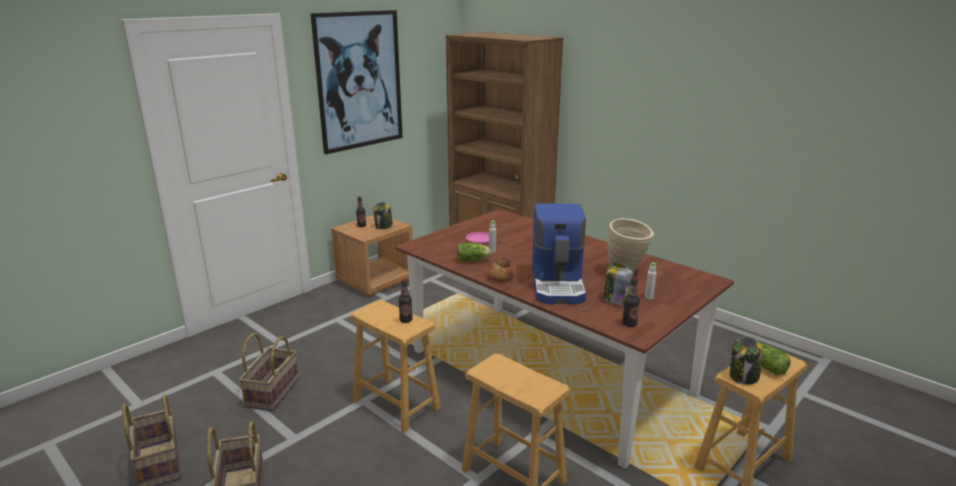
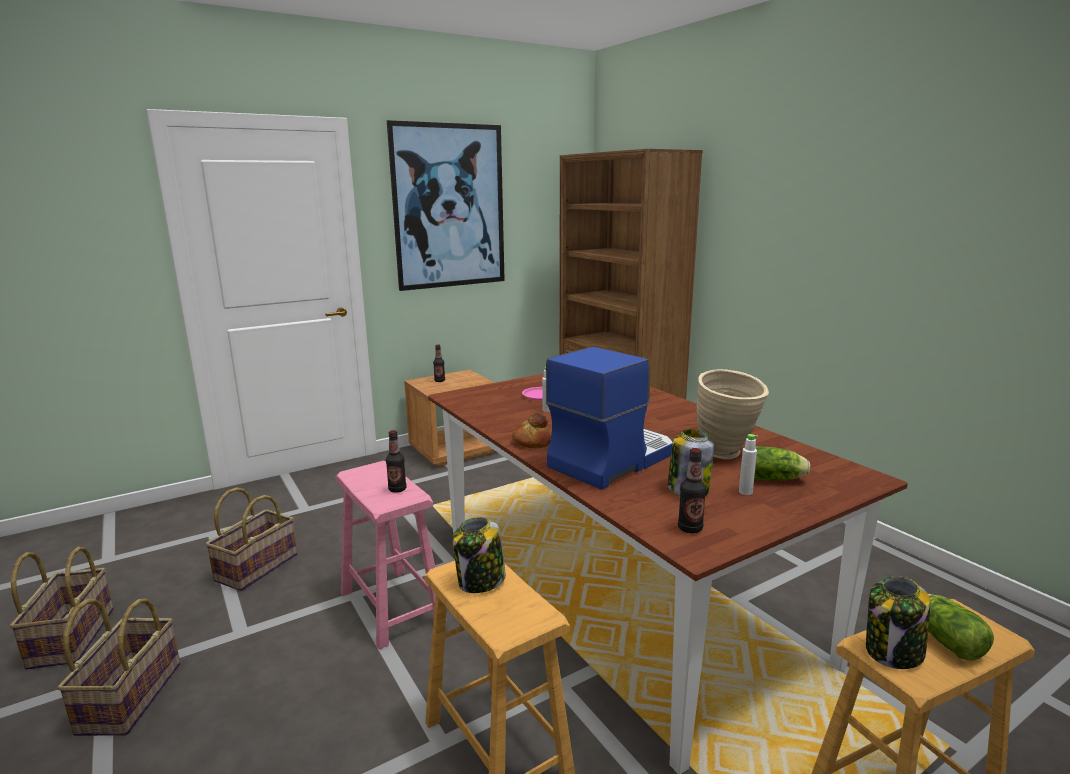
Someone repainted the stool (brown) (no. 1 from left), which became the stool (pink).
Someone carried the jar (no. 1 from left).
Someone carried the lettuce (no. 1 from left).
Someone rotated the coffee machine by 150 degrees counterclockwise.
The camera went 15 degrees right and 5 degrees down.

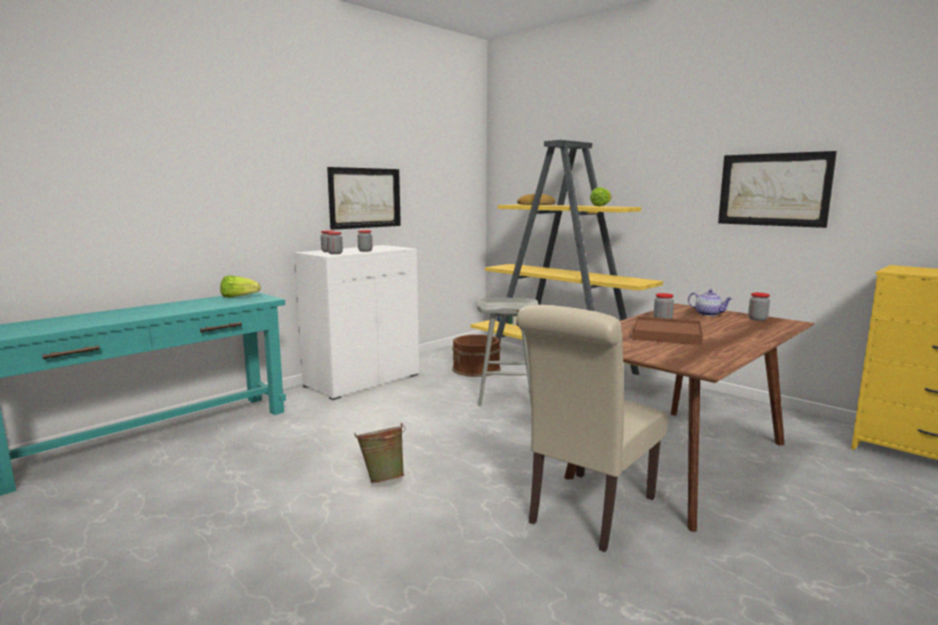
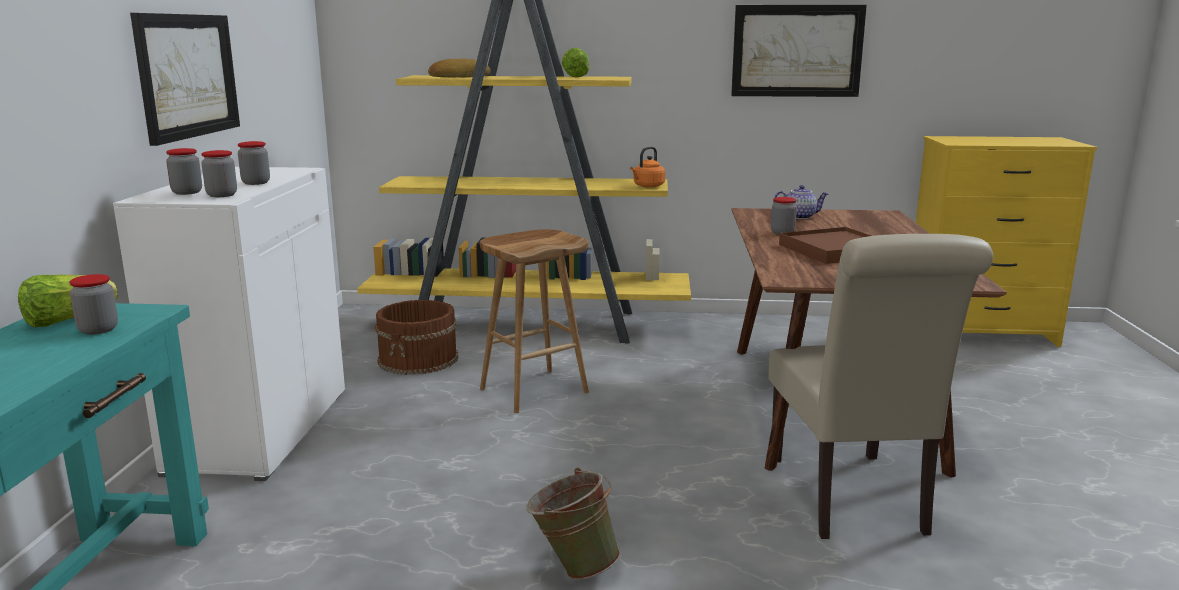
Someone repainted the stool (grey), which became the stool (brown).
Someone carried the jar (no. 5 from left in the first image).
Someone put down the kettle (orange).
The camera went 40 degrees left and 5 degrees up.

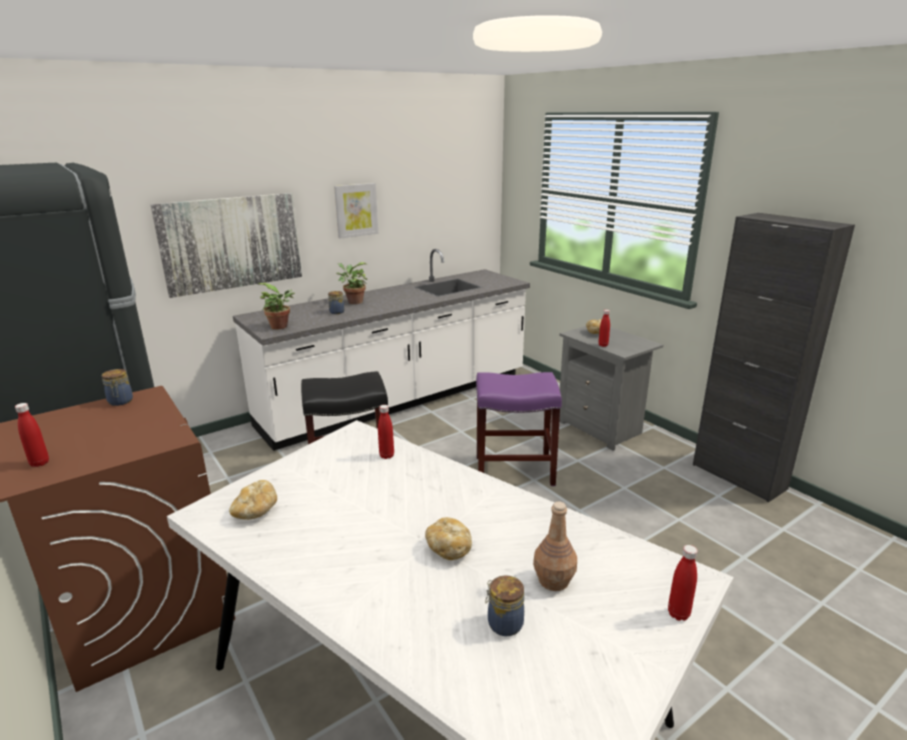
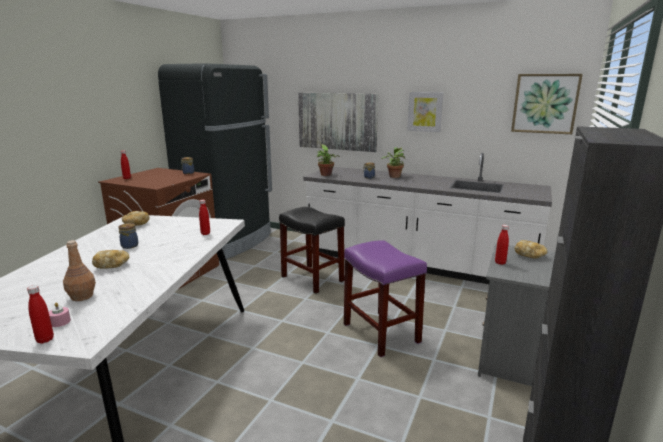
Someone carried the jar (no. 3 from left in the first image).
Someone put down the candle (pink).
Someone put up the picture (no. 3 from left).
The camera went 60 degrees right and 5 degrees down.

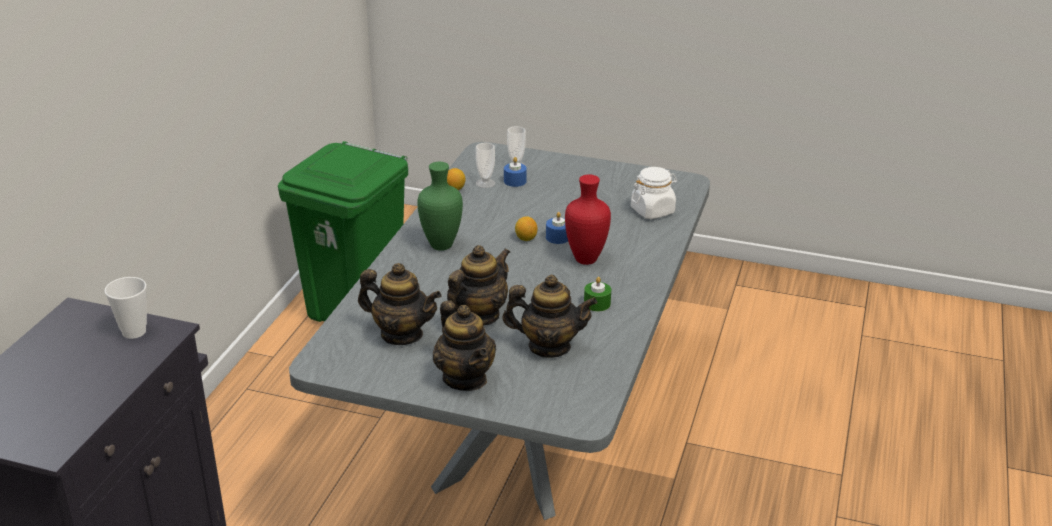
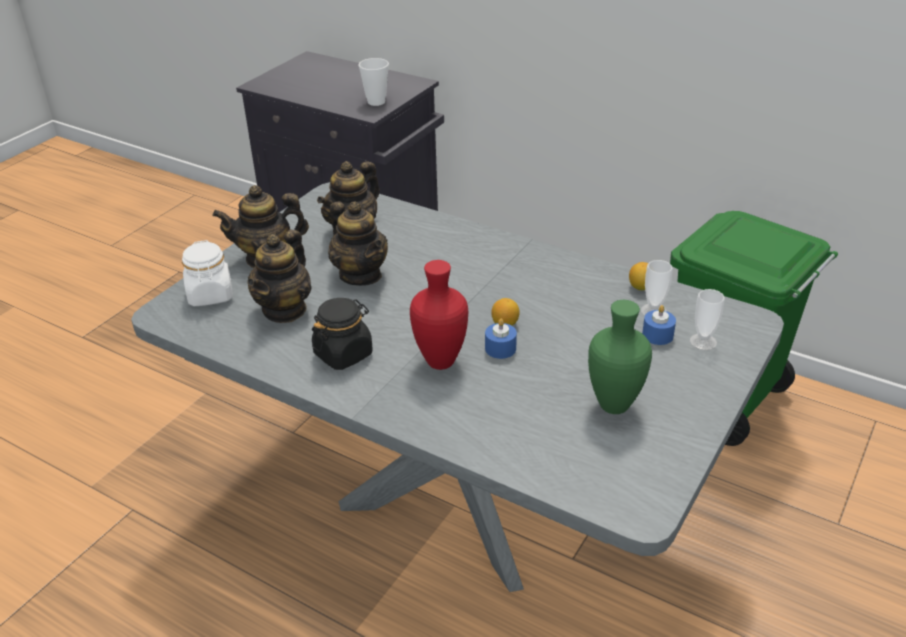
Someone carried the vase (green).
Someone swapped the candle (green) for the jar (black).
Someone carried the jar (white).
The camera went 105 degrees right and 5 degrees up.

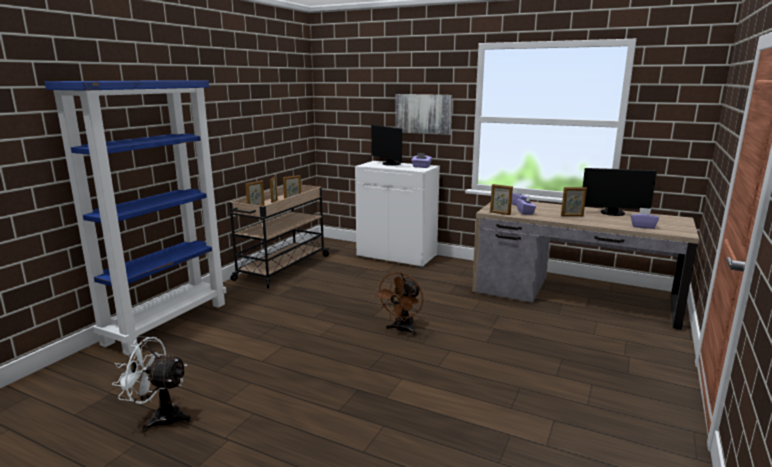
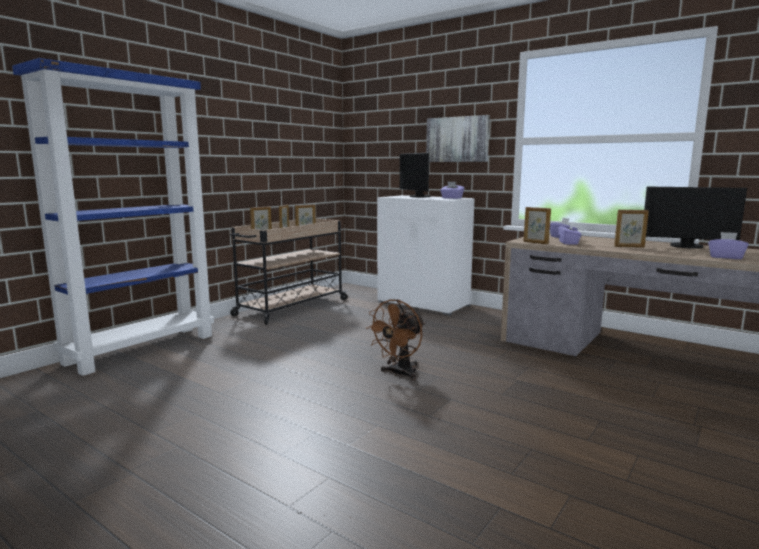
Someone took away the fan (white).
The camera went 10 degrees right and 5 degrees down.

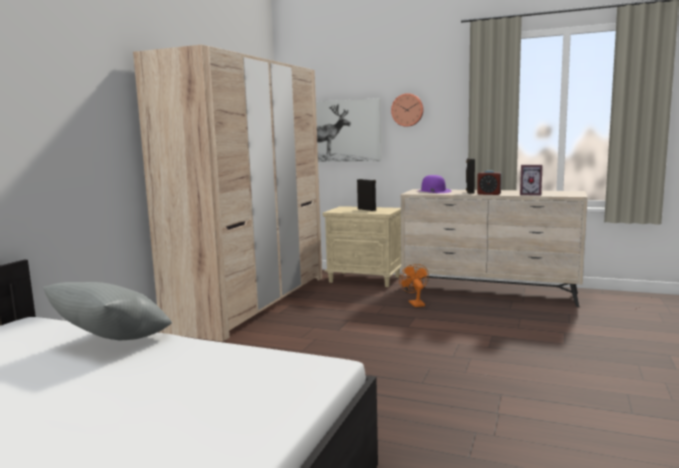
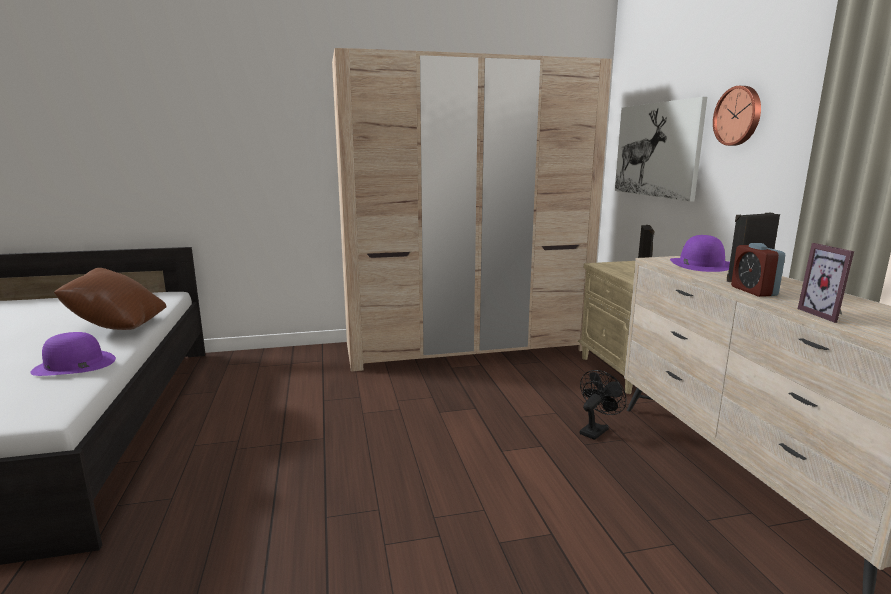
Someone repainted the pillow (grey), which became the pillow (brown).
Someone repainted the fan (orange), which became the fan (black).
Someone put down the hat (purple) (no. 1 from left).
The camera went 55 degrees right and 5 degrees up.

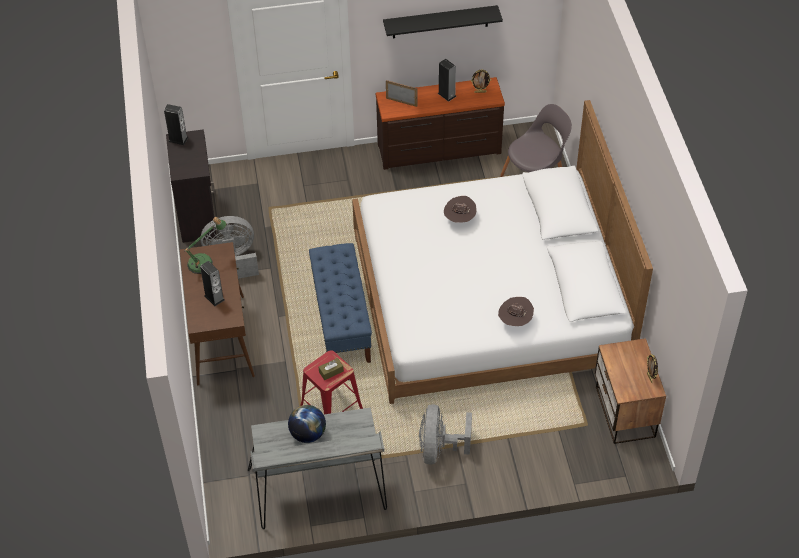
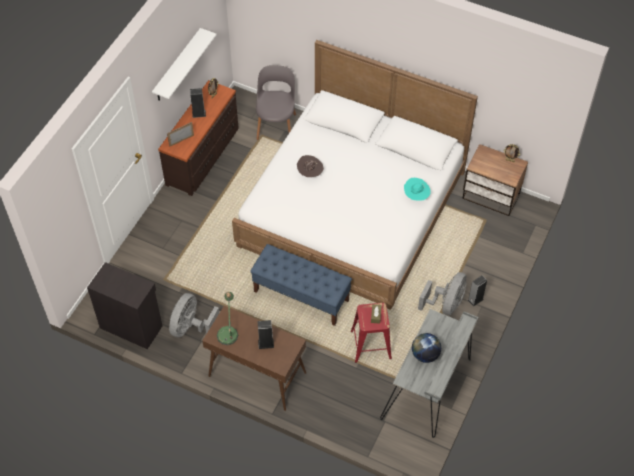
Someone carried the speaker (no. 1 from left in the first image).
Someone repainted the shelf (black), which became the shelf (white).
Someone rotated the fan (grey) (no. 2 from left) by 105 degrees counterclockwise.
Someone repainted the hat (brown) (no. 2 from left), which became the hat (turquoise).
The camera went 55 degrees left and 5 degrees up.

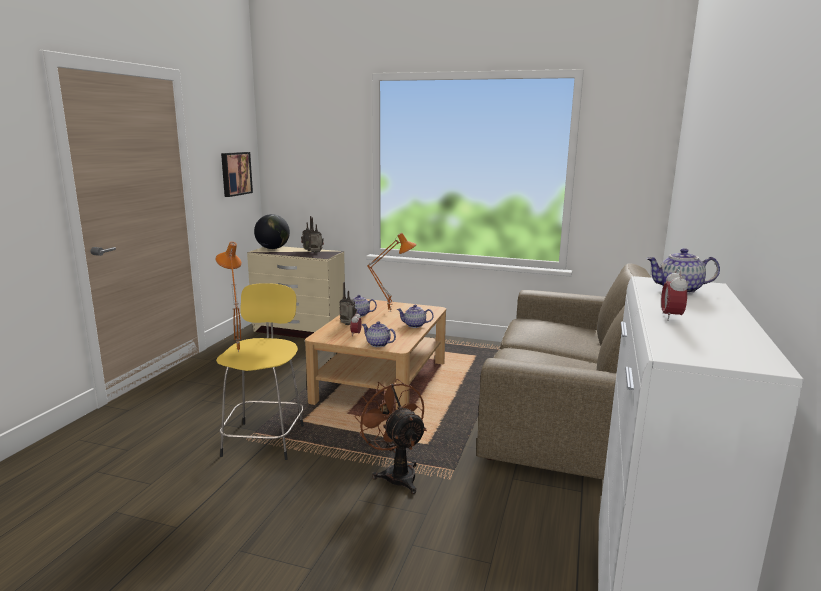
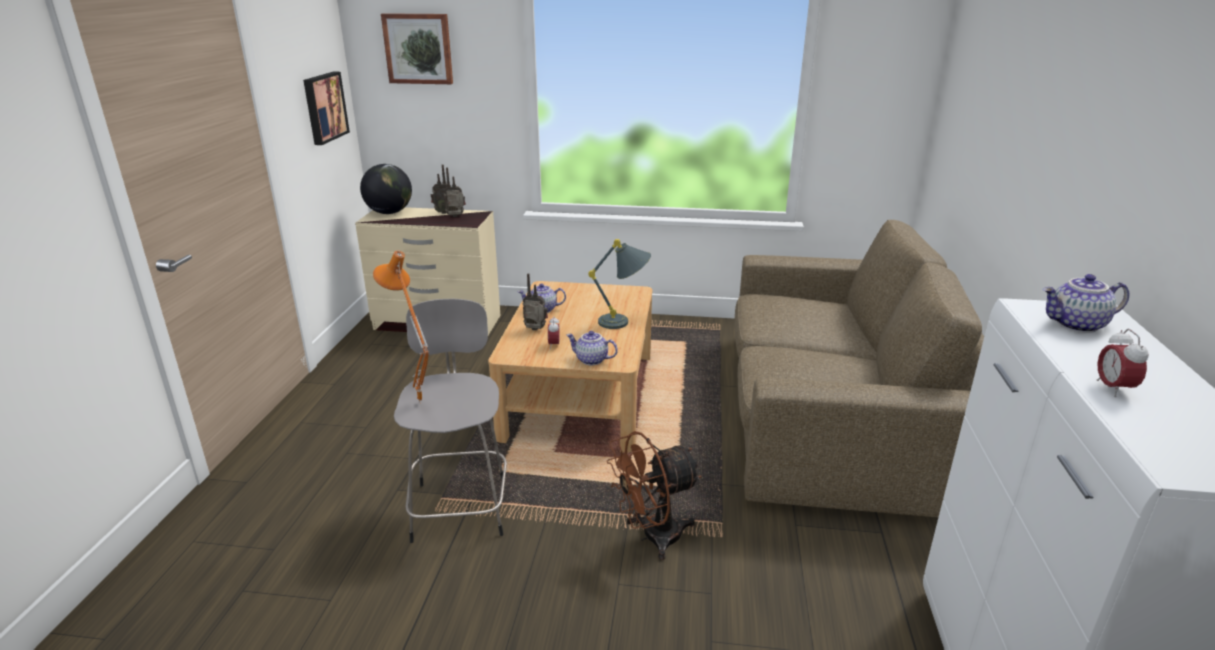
Someone repainted the stool (yellow), which became the stool (grey).
Someone rotated the fan (brown) by 75 degrees counterclockwise.
Someone took away the table lamp (orange) (no. 2 from left).
Someone swapped the teapot (no. 3 from left) for the table lamp (grey).
Someone put up the picture (no. 2 from left).
The camera went 10 degrees left and 10 degrees up.

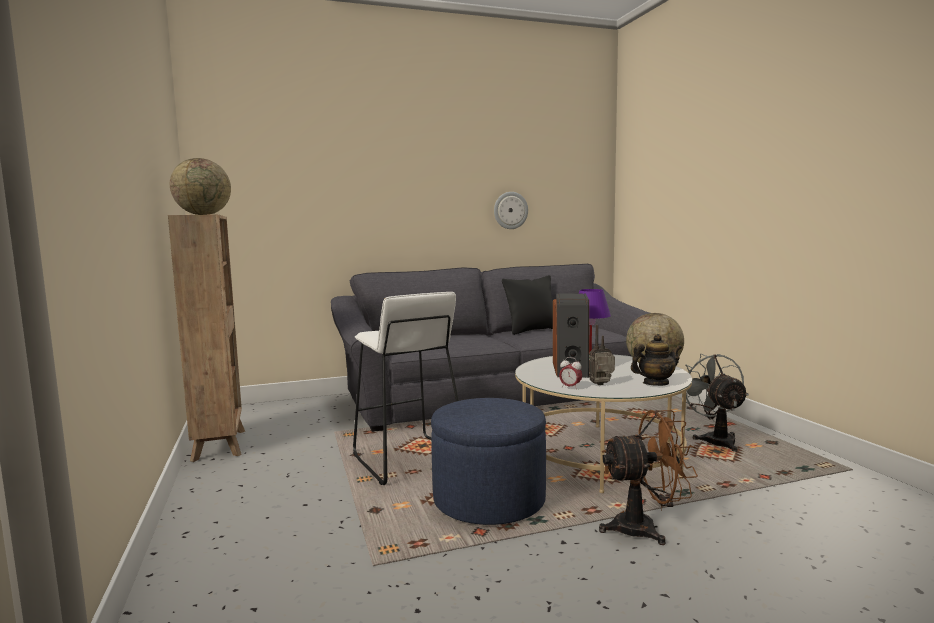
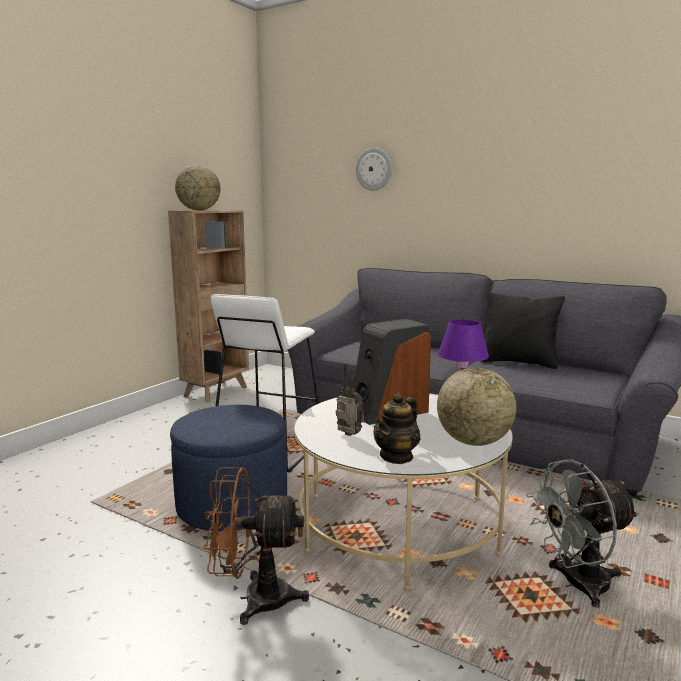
Someone carried the wall clock.
Someone took away the alarm clock.
Someone rotated the fan (brown) by 135 degrees clockwise.
Someone rotated the teapot by 90 degrees clockwise.
Someone rotated the fan (grey) by 150 degrees counterclockwise.
The camera went 50 degrees right and 5 degrees up.

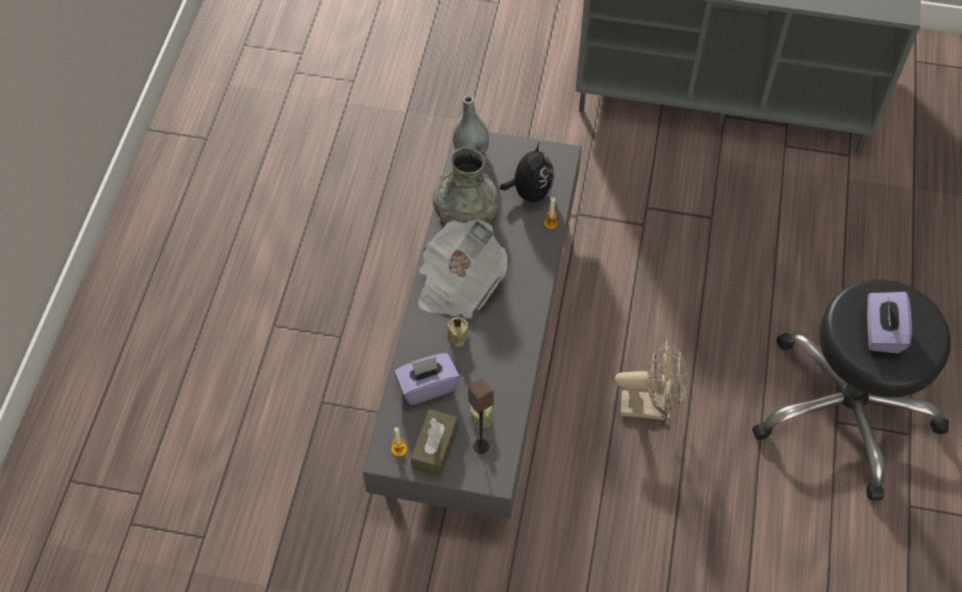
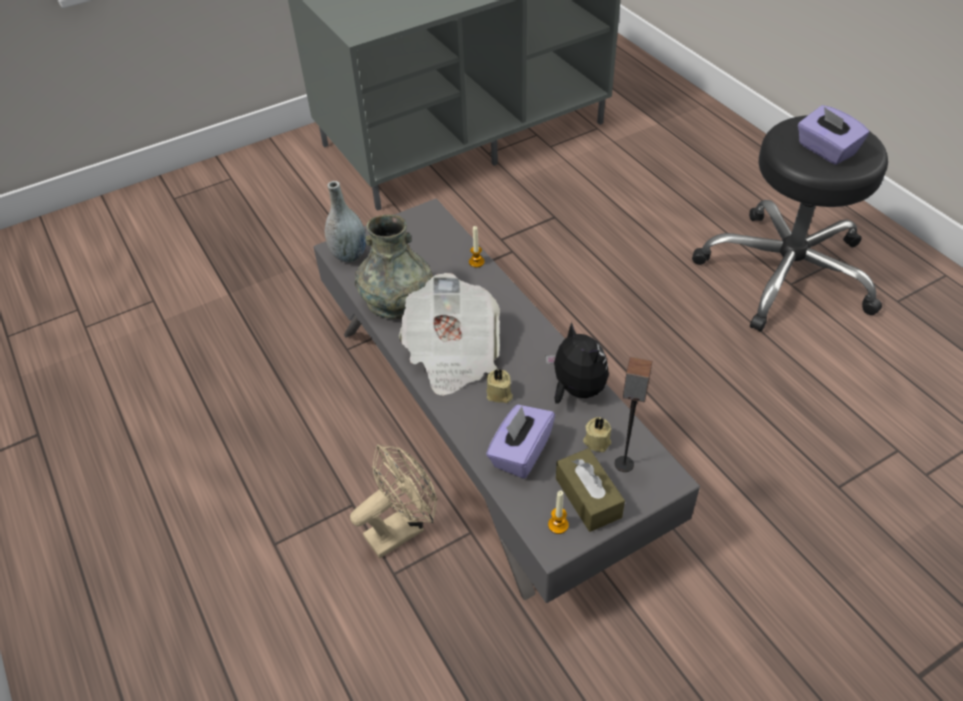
Someone carried the plush toy.
Someone carried the fan (beige).
The camera went 40 degrees left and 10 degrees down.

